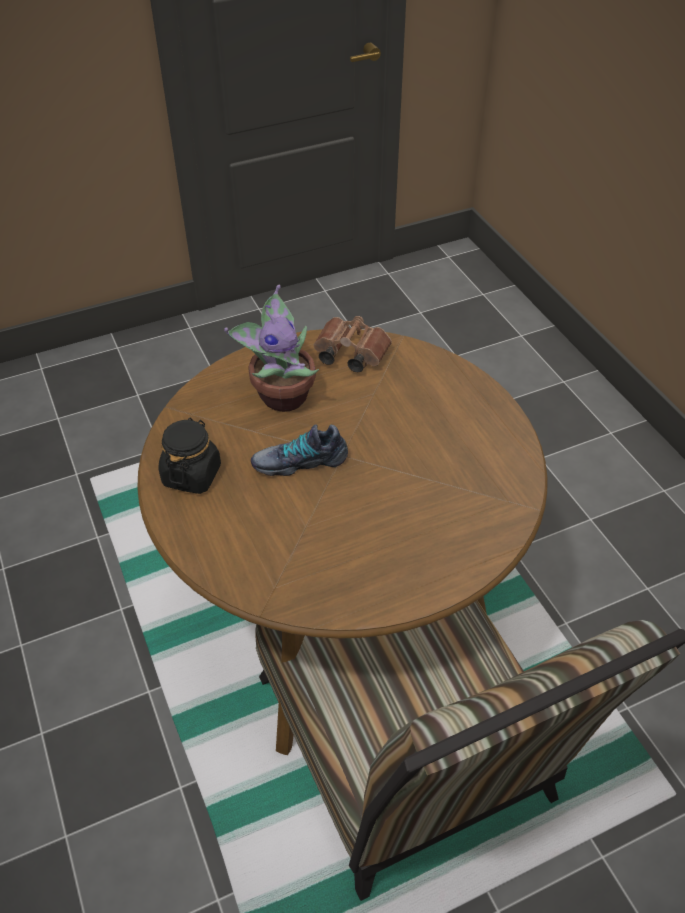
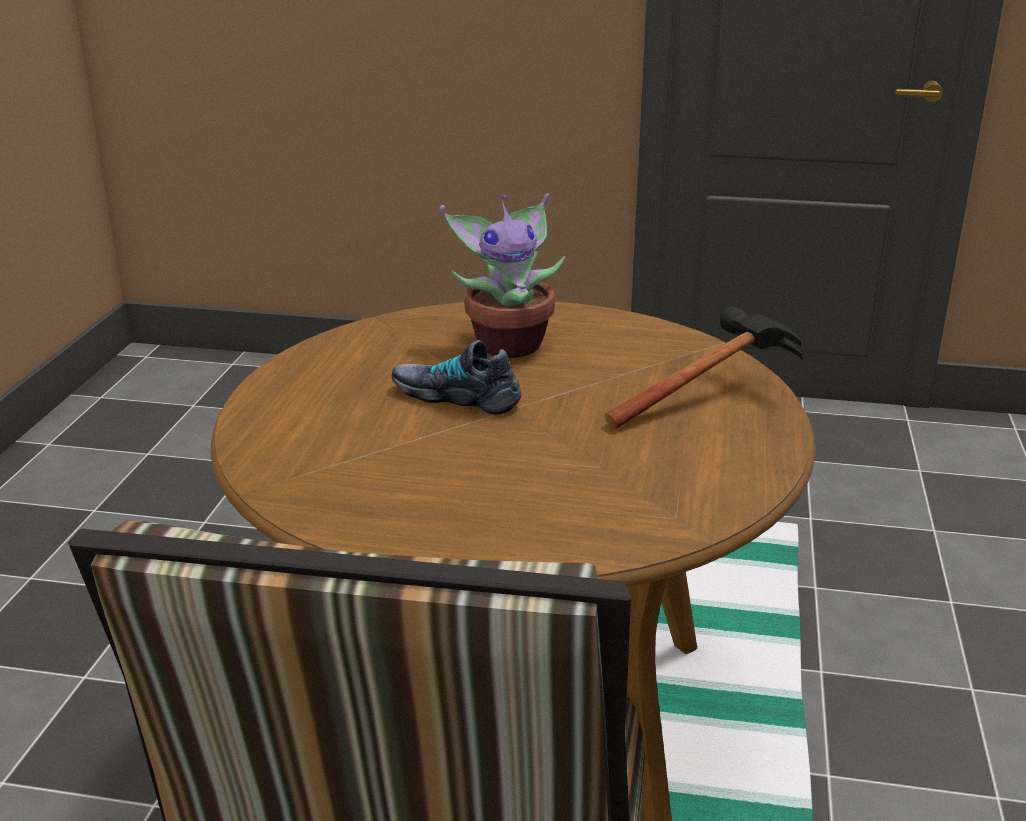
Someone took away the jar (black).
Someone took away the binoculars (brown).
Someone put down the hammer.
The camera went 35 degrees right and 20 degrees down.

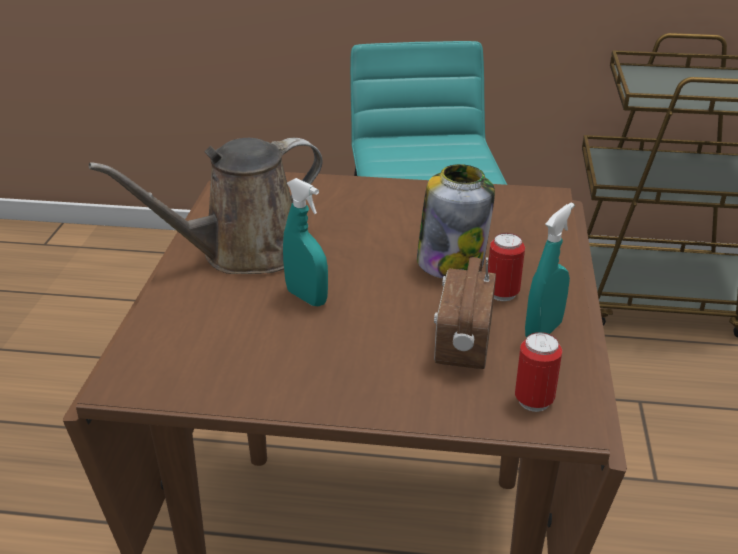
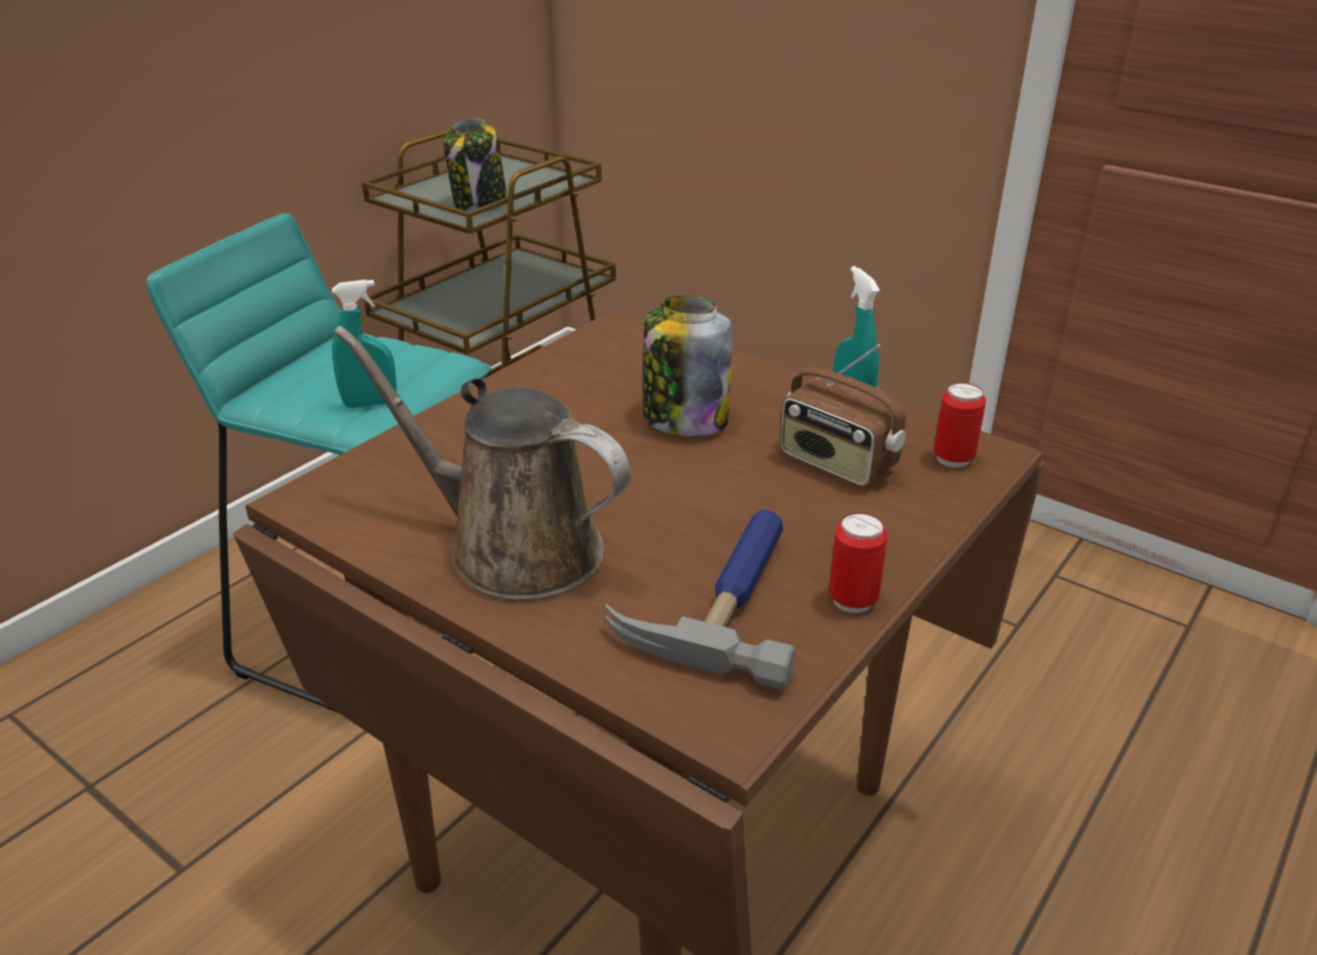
Someone rotated the watering can (brown) by 120 degrees clockwise.
Someone carried the spray bottle (turquoise) (no. 1 from left).
Someone carried the can (no. 1 from left).
Someone put down the jar (no. 1 from left).
Someone put down the hammer.
The camera went 60 degrees left and 0 degrees up.

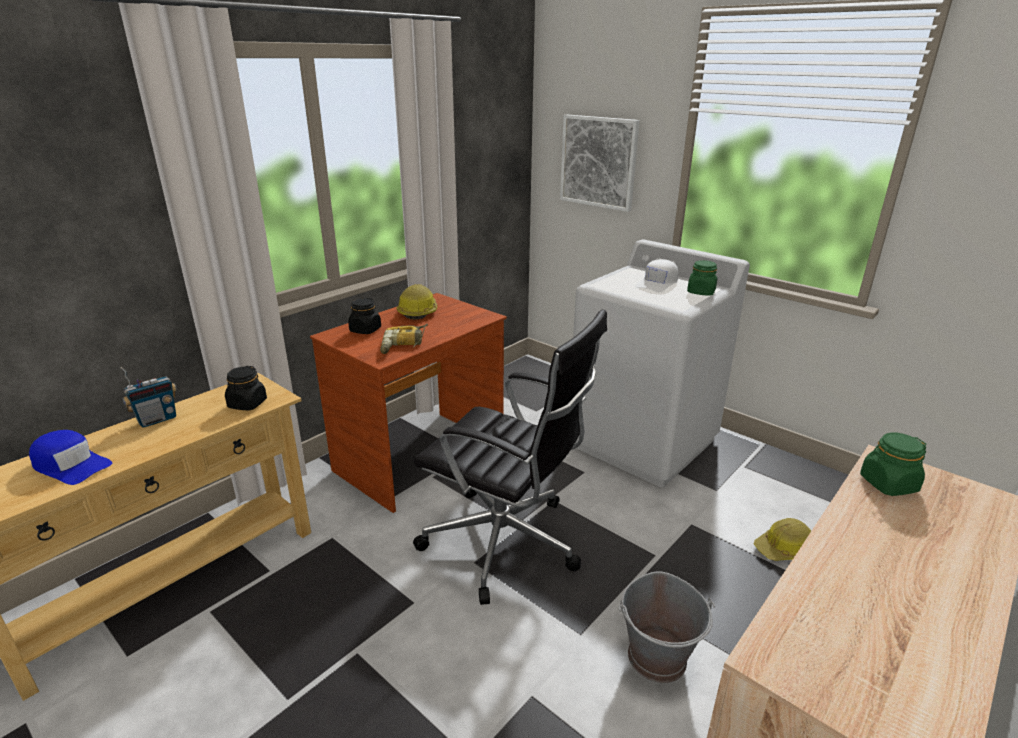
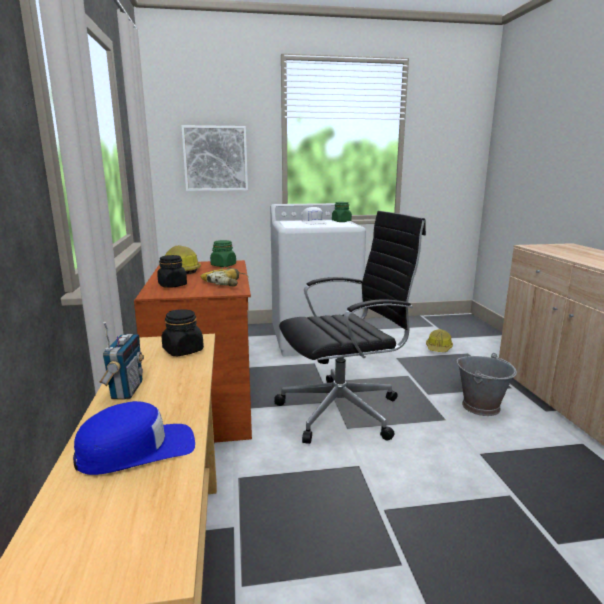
Someone carried the jar (green) (no. 2 from left in the first image).
The camera went 50 degrees left and 10 degrees down.

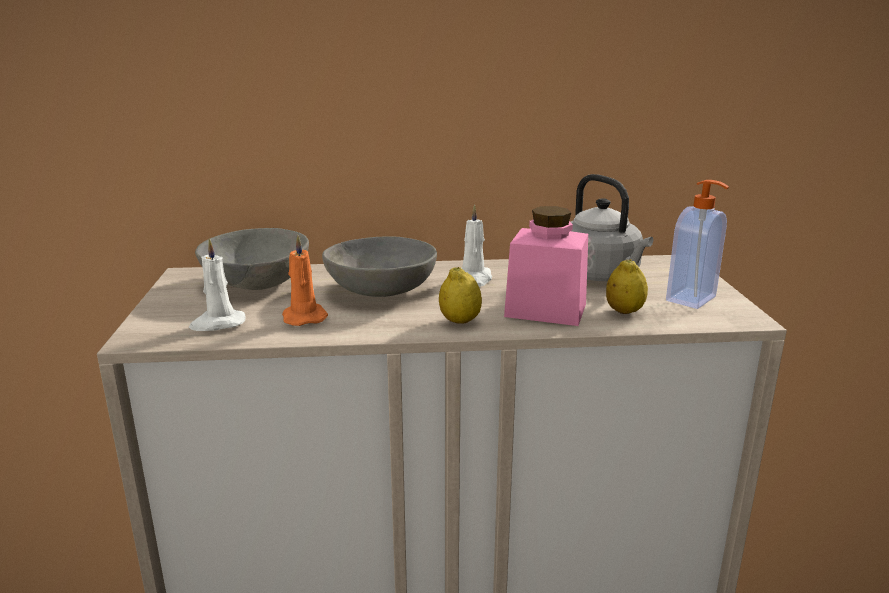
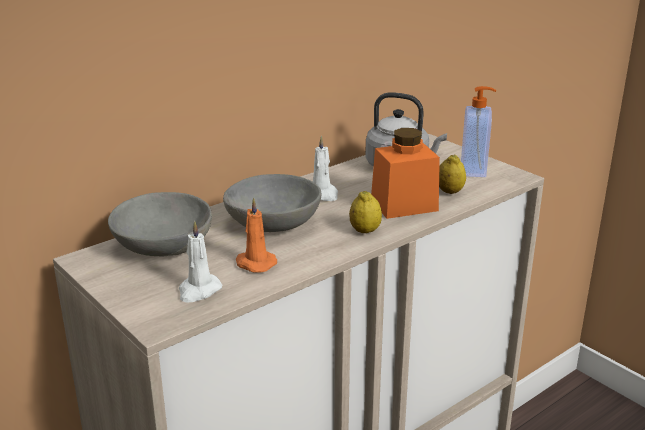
Someone repainted the jar (pink), which became the jar (orange).
The camera went 35 degrees left and 5 degrees up.

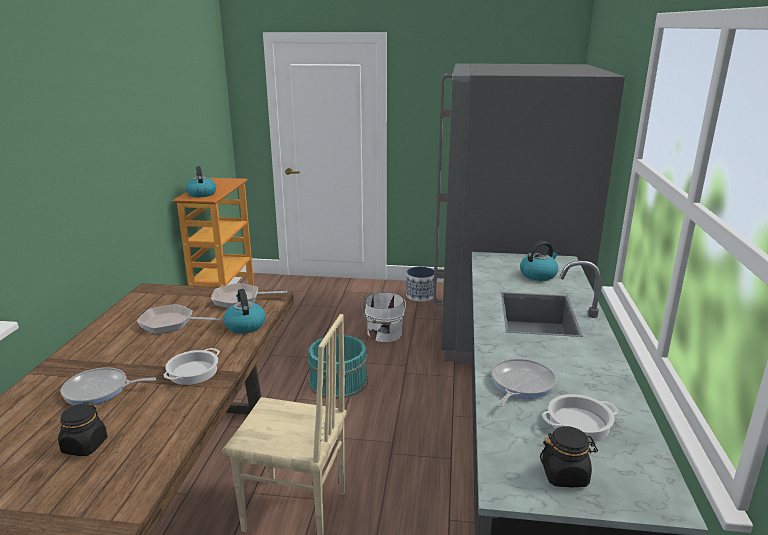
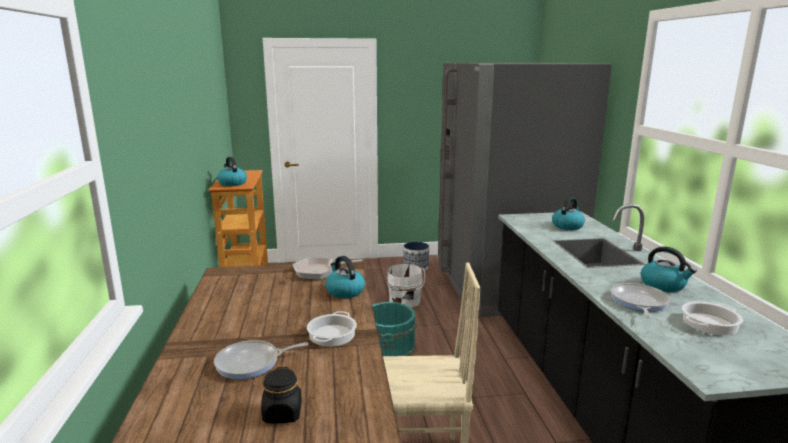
Someone took away the frying pan (no. 2 from left).
Someone took away the jar (black) (no. 2 from left).
Someone put down the kettle (no. 4 from left).
The camera went 15 degrees left and 5 degrees down.

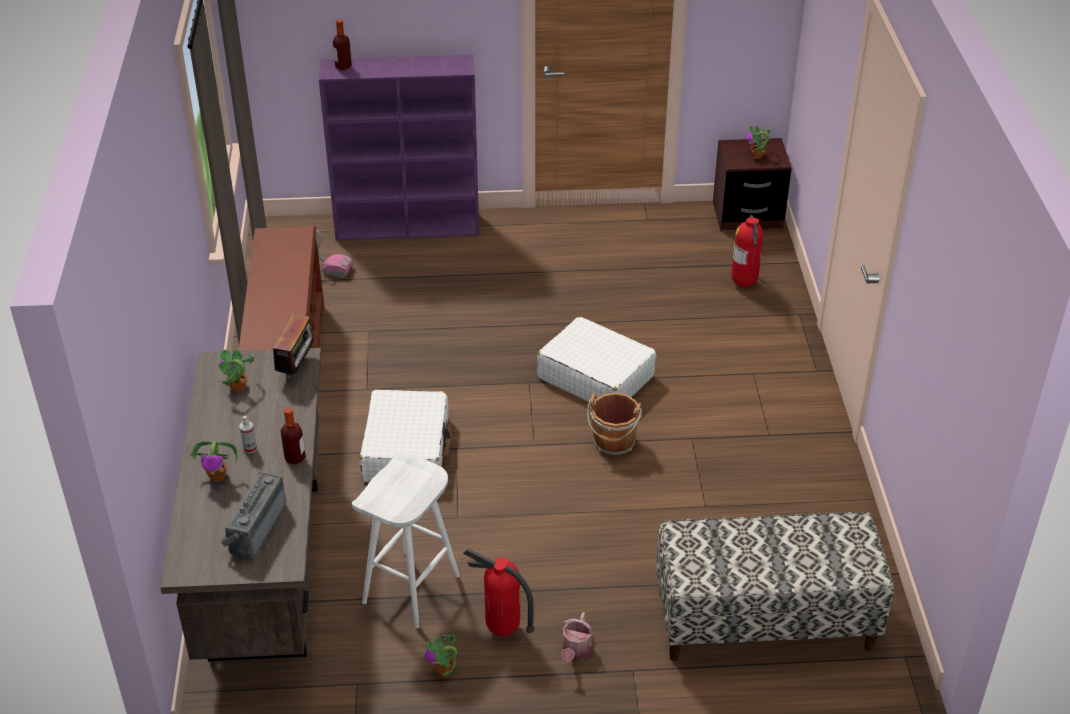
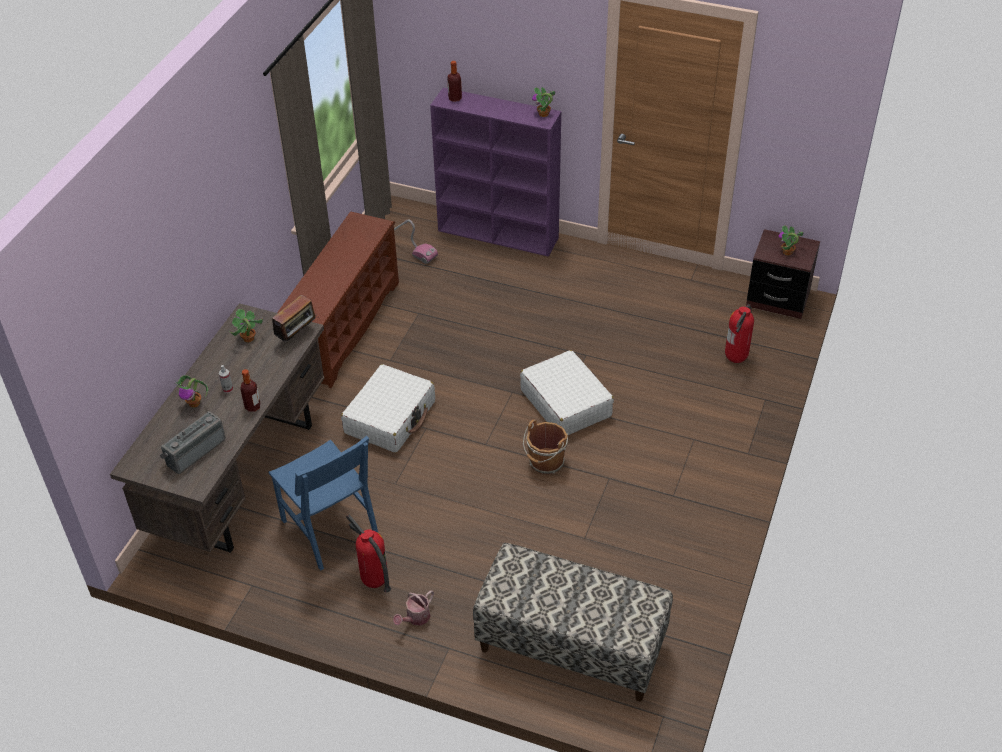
Someone swapped the stool (white) for the chair (blue).
Someone carried the potted plant (no. 3 from left).
The camera went 25 degrees right and 5 degrees up.

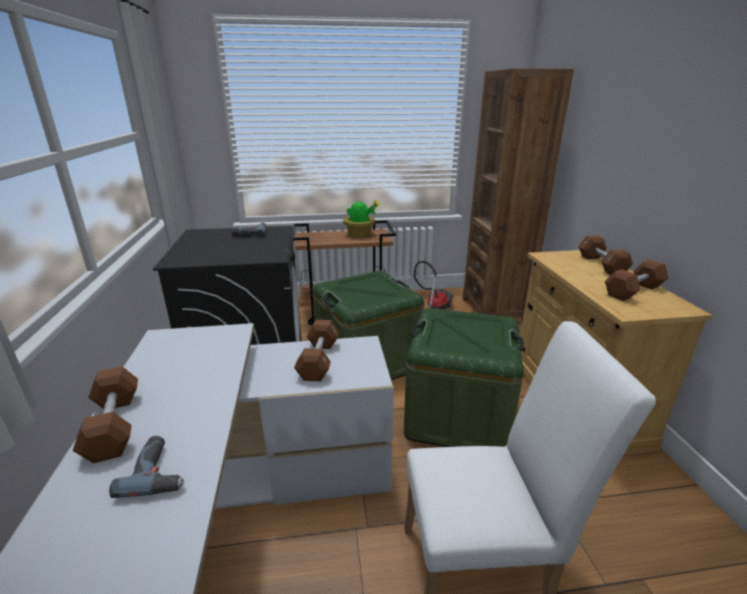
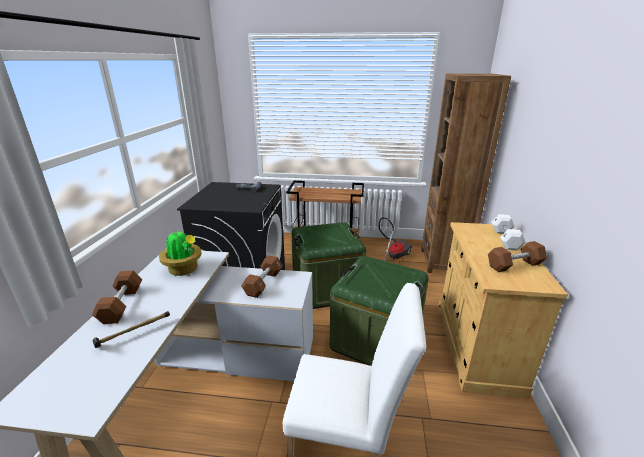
Someone swapped the power drill (no. 1 from left) for the hammer.
Someone carried the potted plant.
Someone repainted the dumbbell (brown) (no. 3 from left), which became the dumbbell (white).
The camera went 15 degrees right and 0 degrees up.

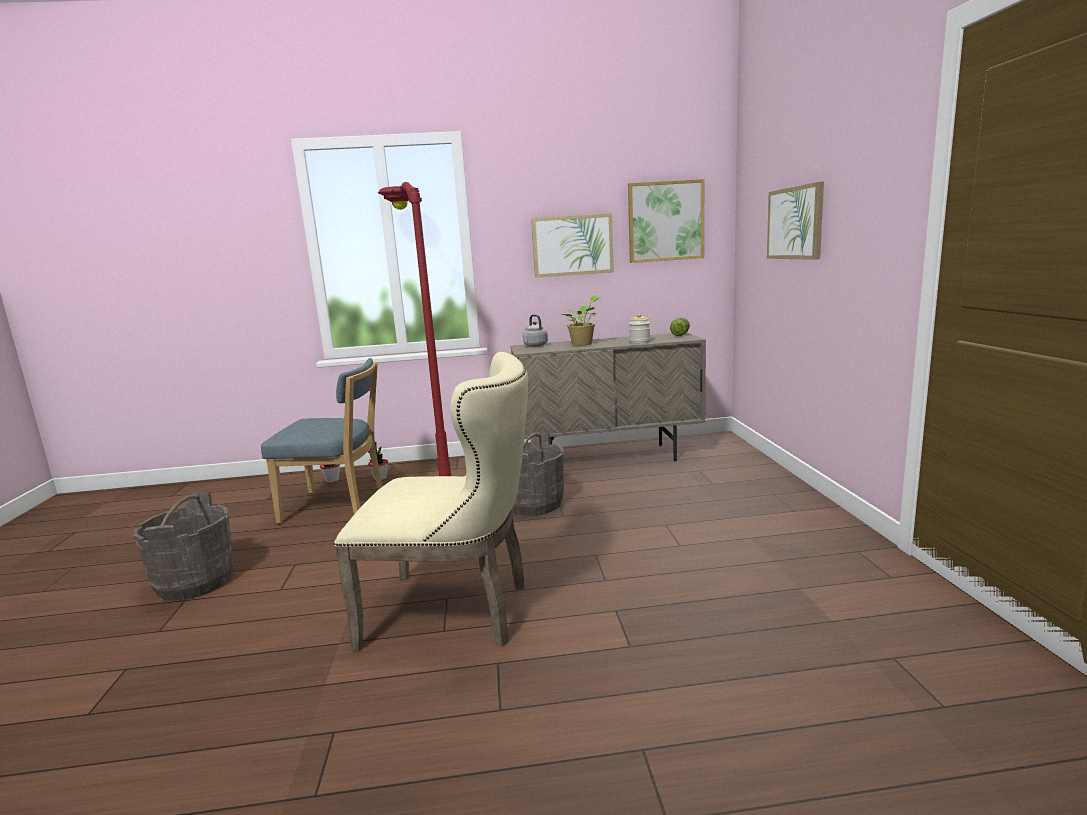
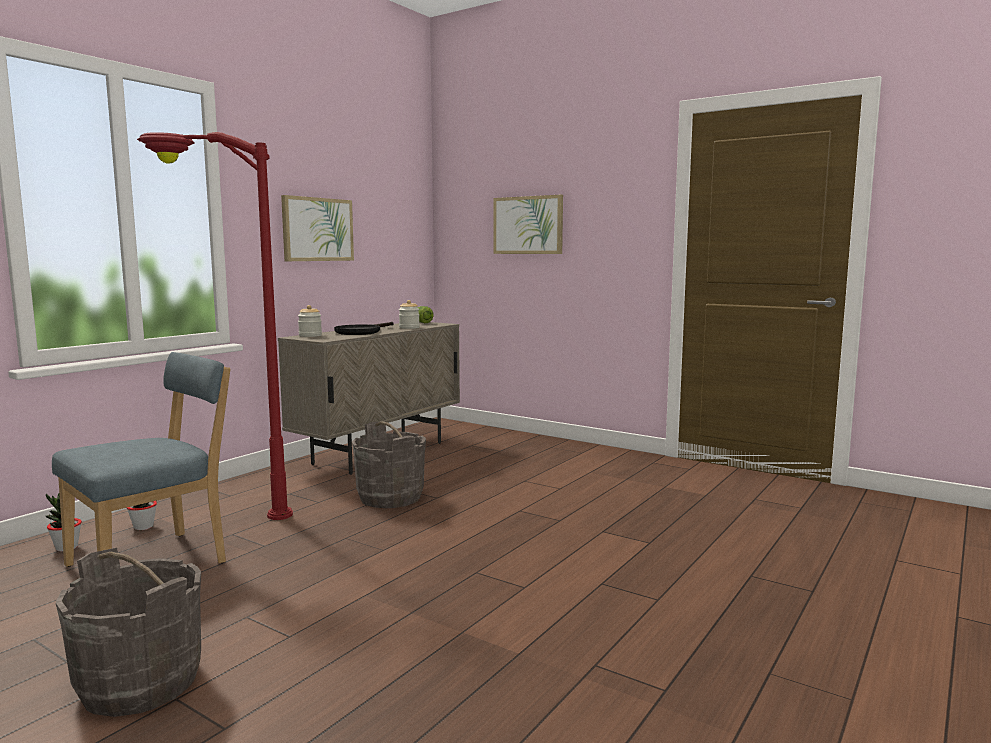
Someone took away the chair (beige).
Someone swapped the kettle (grey) for the jar (no. 1 from left).
Someone swapped the potted plant (no. 3 from left) for the frying pan (black).
Someone took away the picture (no. 2 from left).
The camera went 50 degrees left and 5 degrees down.

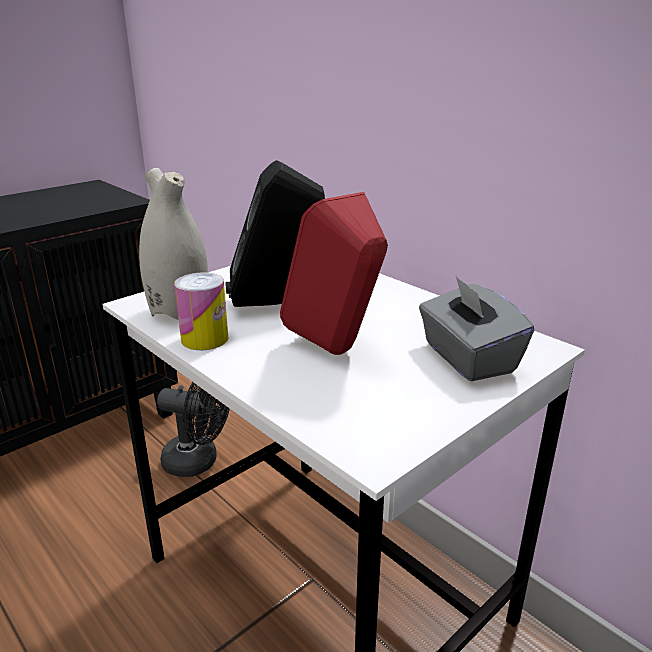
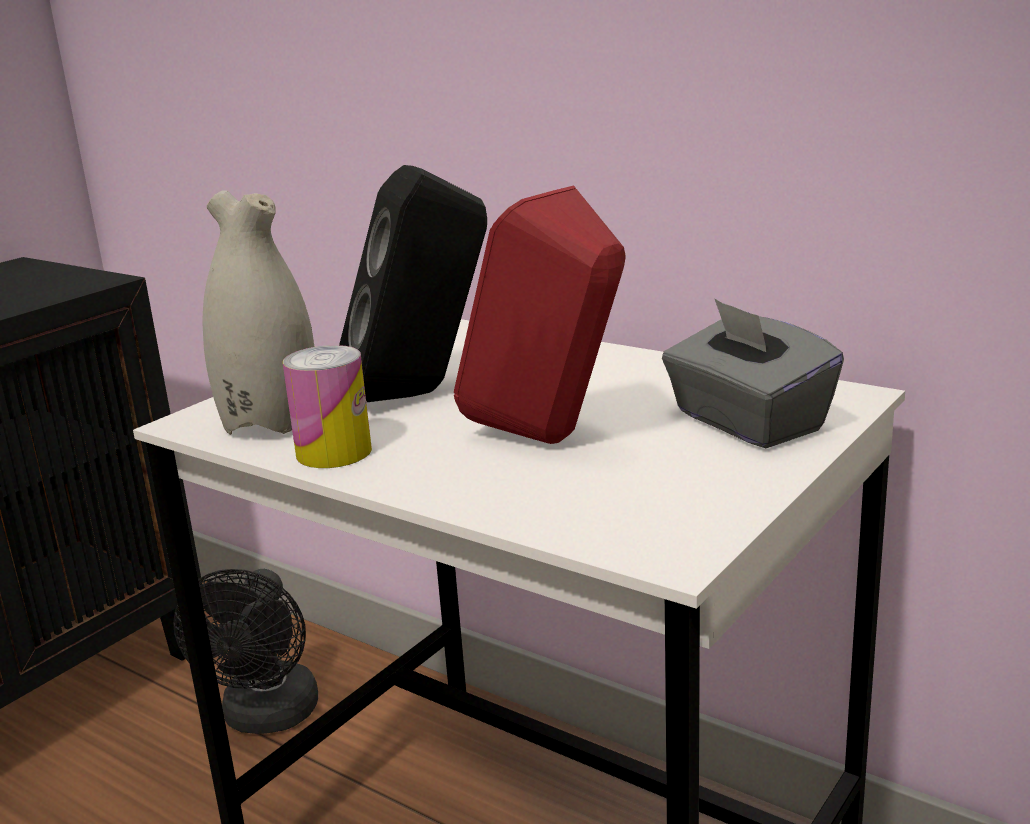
Someone rotated the fan (black) by 90 degrees clockwise.
The camera went 10 degrees left and 5 degrees down.

